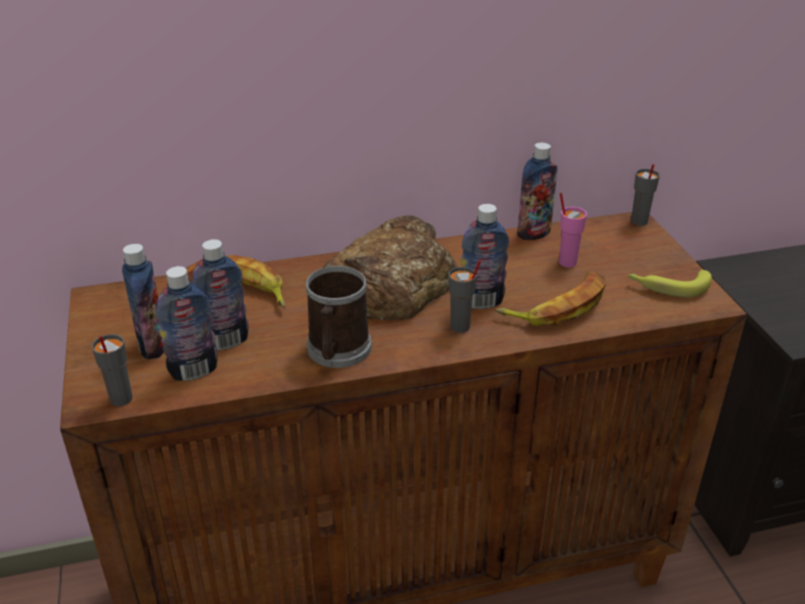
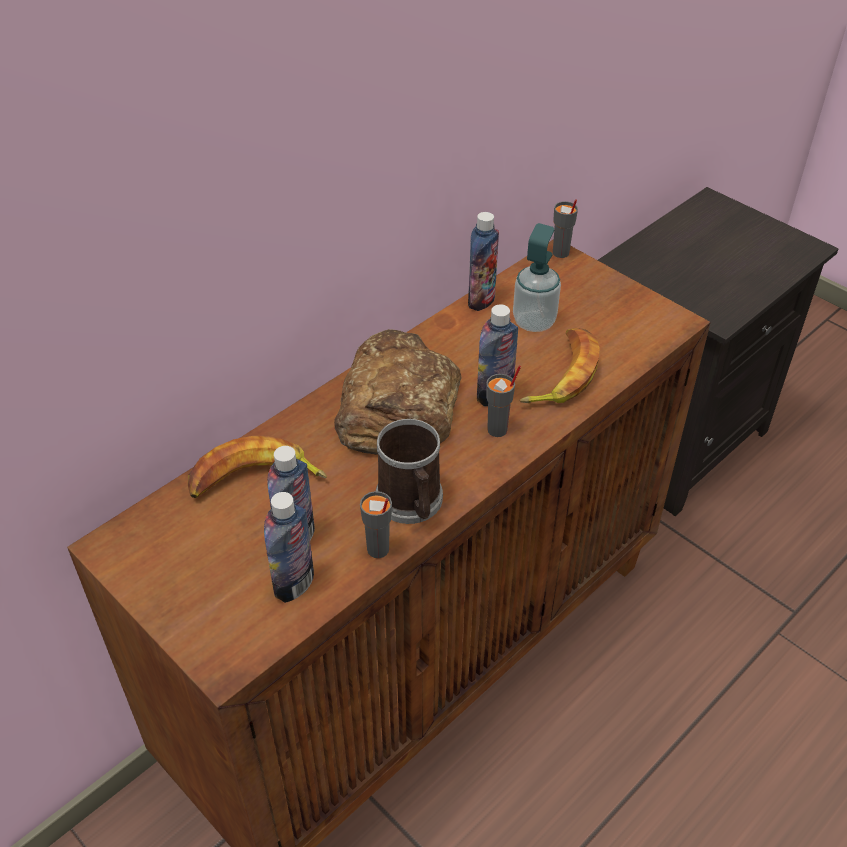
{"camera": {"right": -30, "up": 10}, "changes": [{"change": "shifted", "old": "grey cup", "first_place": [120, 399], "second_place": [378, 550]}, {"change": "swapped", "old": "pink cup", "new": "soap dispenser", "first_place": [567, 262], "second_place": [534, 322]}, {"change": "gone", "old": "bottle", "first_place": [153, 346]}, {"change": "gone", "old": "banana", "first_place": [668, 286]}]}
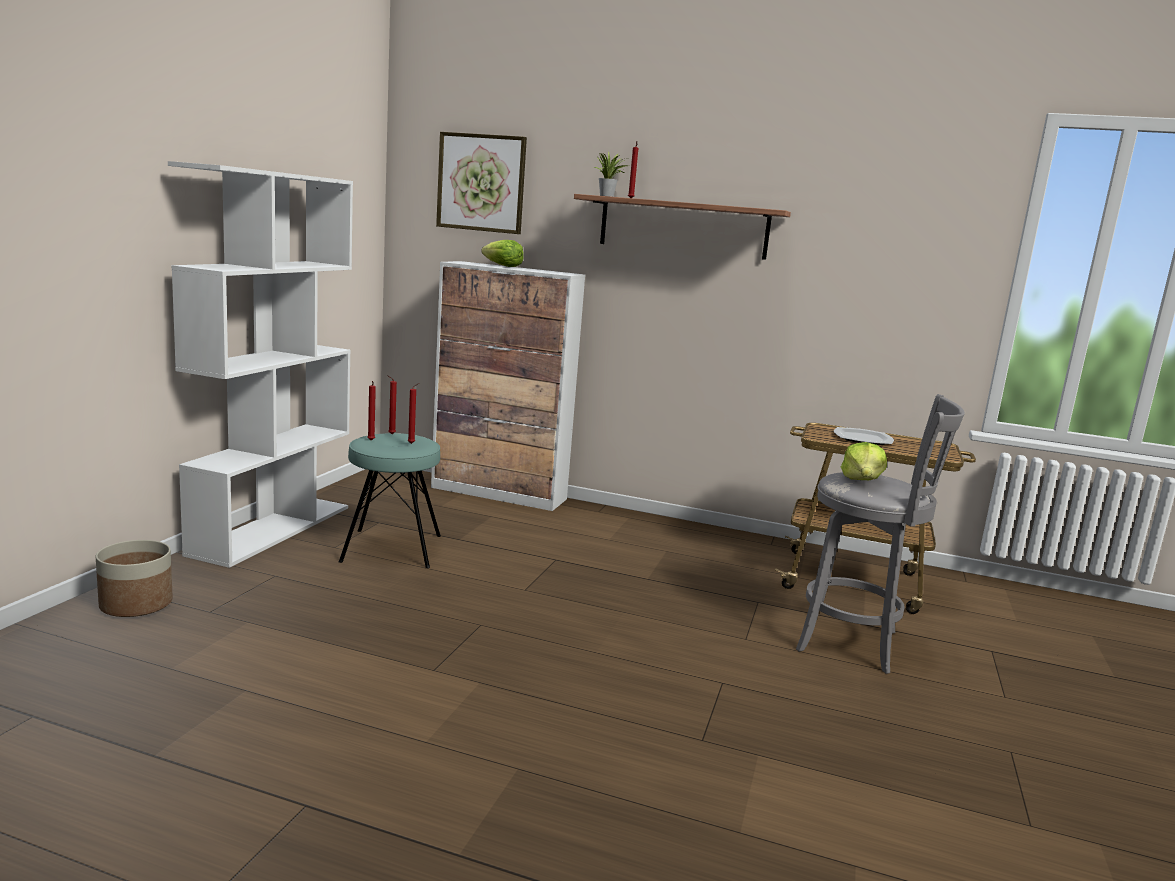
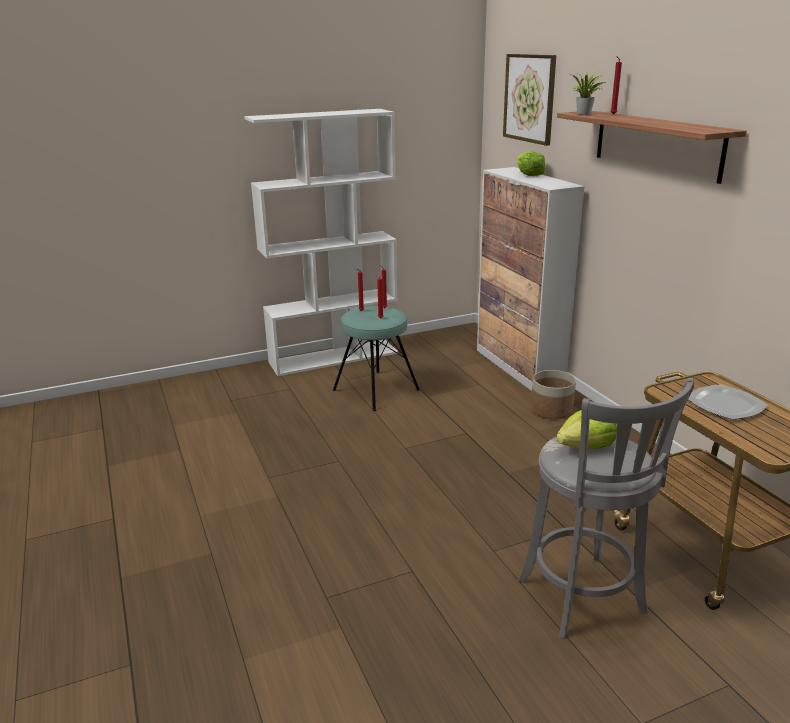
{"camera": {"right": 50, "up": 10}, "changes": [{"change": "shifted", "old": "planter", "first_place": [136, 604], "second_place": [551, 410]}]}
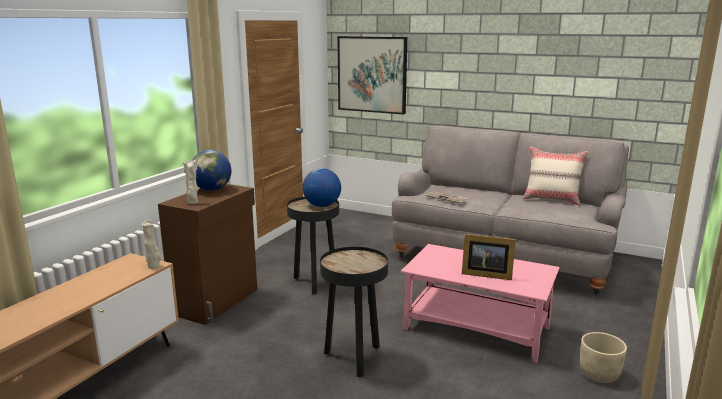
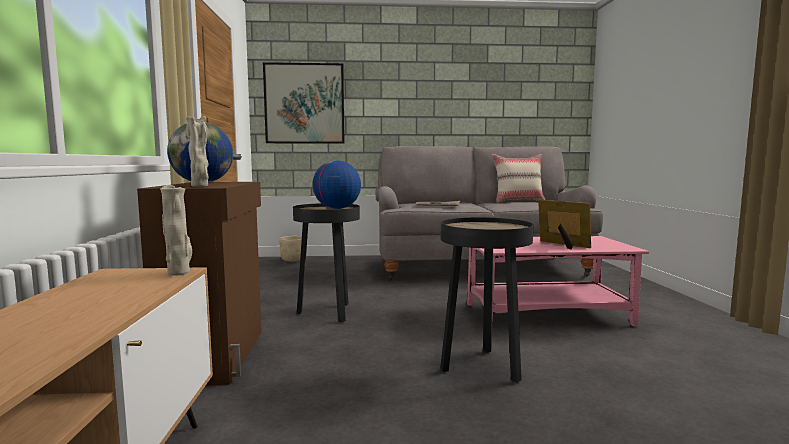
{"camera": {"right": -30, "up": -10}, "changes": [{"change": "shifted", "old": "beige planter", "first_place": [599, 374], "second_place": [293, 260]}, {"change": "rotated", "old": "picture frame", "first_place": [485, 274], "second_place": [563, 245], "degrees": -120}]}
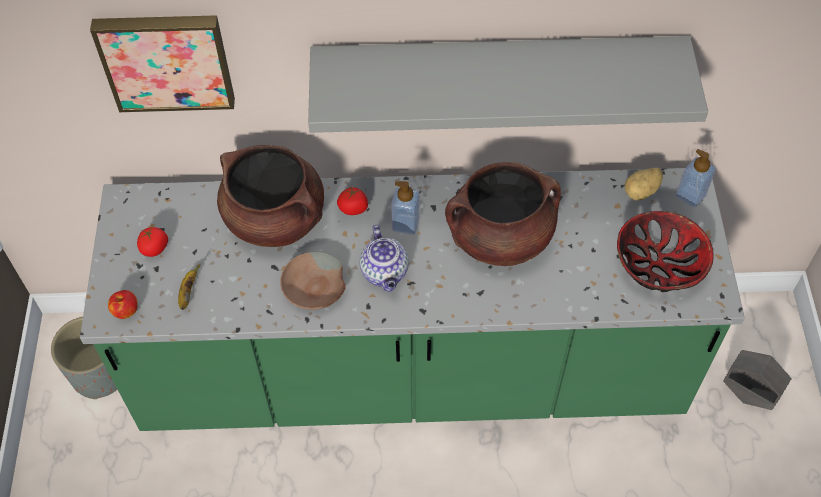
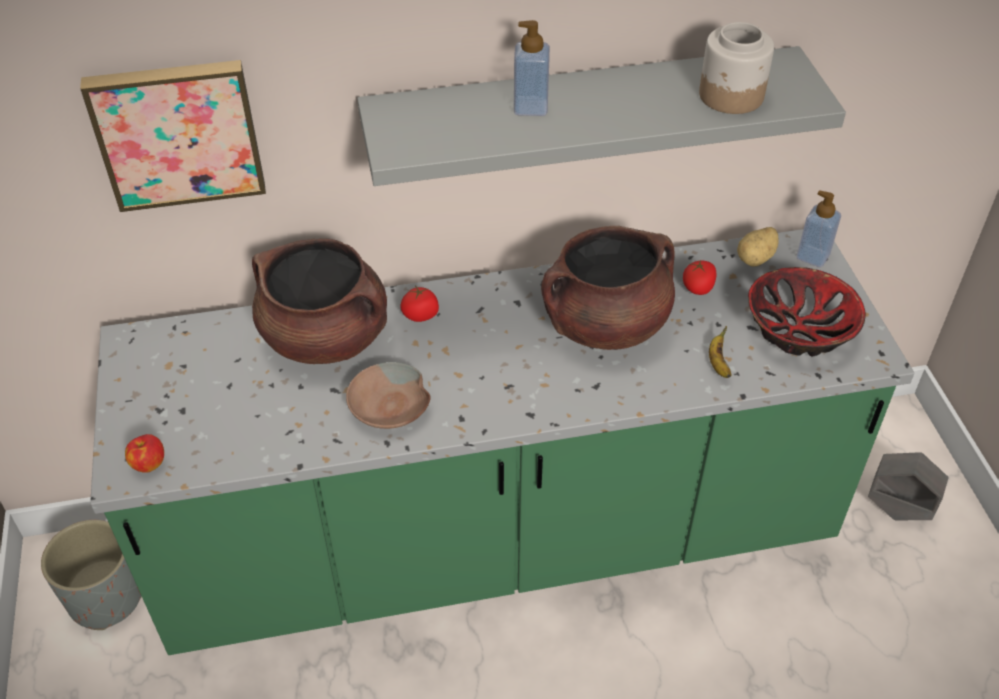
{"camera": {"right": -10, "up": -10}, "changes": [{"change": "shifted", "old": "soap dispenser", "first_place": [405, 224], "second_place": [530, 107]}, {"change": "shifted", "old": "tomato", "first_place": [155, 248], "second_place": [698, 288]}, {"change": "new", "new": "jar", "second_place": [731, 96]}, {"change": "shifted", "old": "banana", "first_place": [188, 293], "second_place": [718, 363]}, {"change": "gone", "old": "teapot", "first_place": [385, 273]}]}
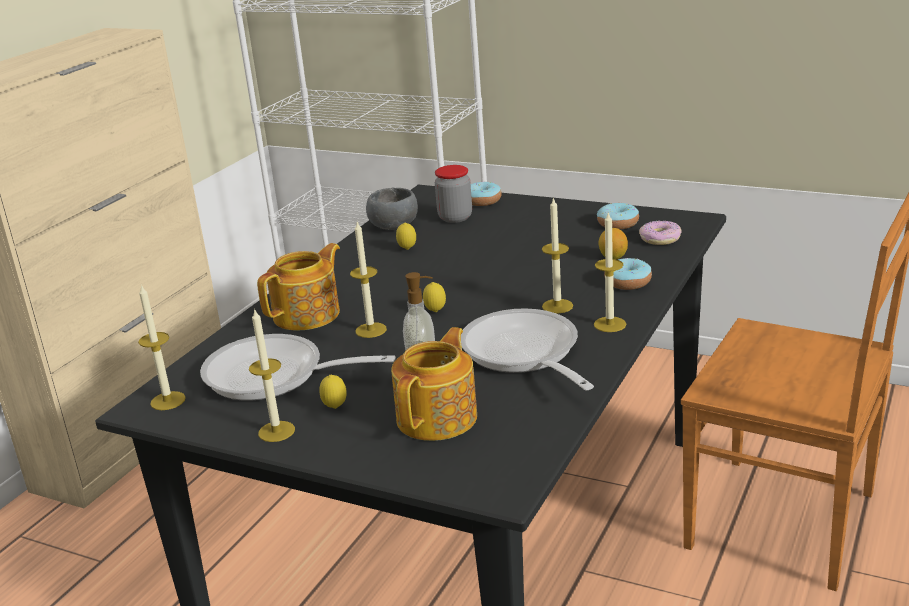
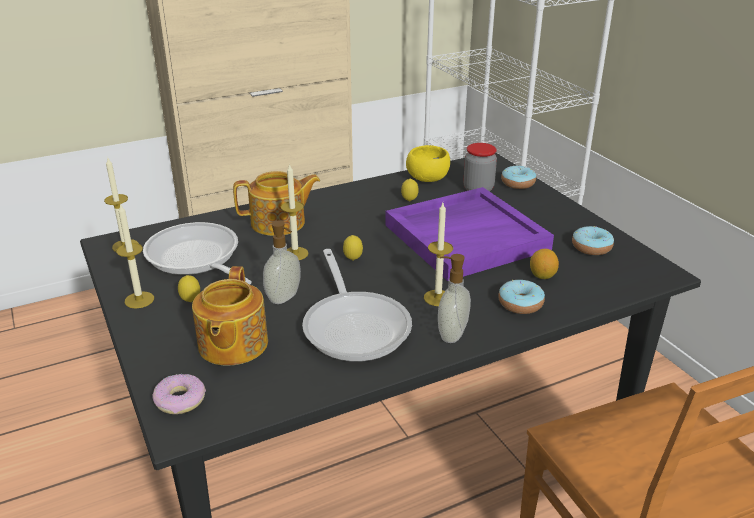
{"camera": {"right": 35, "up": 5}, "changes": [{"change": "shifted", "old": "donut", "first_place": [660, 239], "second_place": [180, 400]}, {"change": "rotated", "old": "teapot", "first_place": [439, 417], "second_place": [231, 345], "degrees": 120}, {"change": "rotated", "old": "frying pan", "first_place": [524, 354], "second_place": [355, 326], "degrees": 150}, {"change": "new", "new": "purple tray", "second_place": [466, 236]}, {"change": "repainted", "old": "grey bowl", "new": "yellow bowl", "first_place": [395, 226], "second_place": [428, 179]}, {"change": "swapped", "old": "candle", "new": "soap dispenser", "first_place": [610, 324], "second_place": [451, 334]}]}
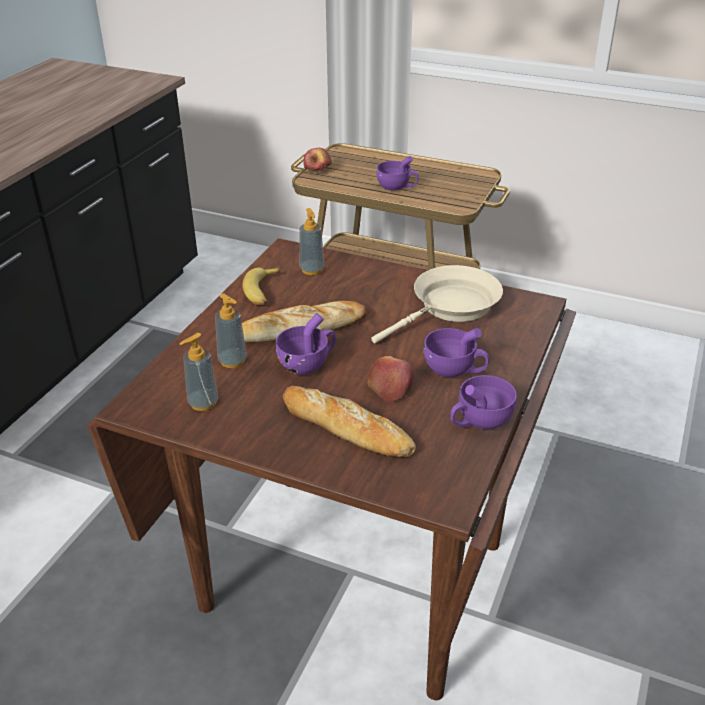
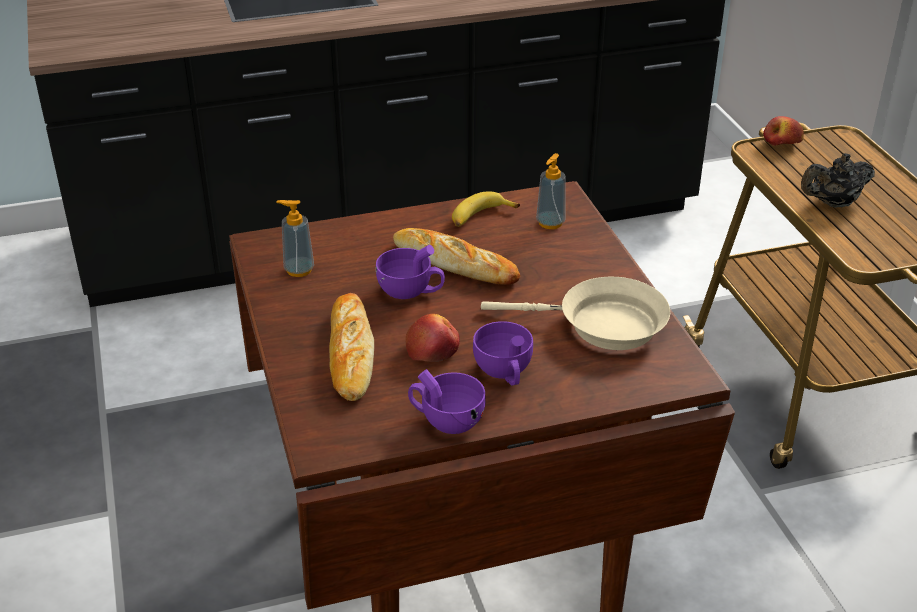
{"camera": {"right": 50, "up": 0}, "changes": [{"change": "swapped", "old": "purple cup", "new": "black teapot", "first_place": [397, 187], "second_place": [833, 203]}, {"change": "gone", "old": "soap dispenser", "first_place": [232, 361]}]}
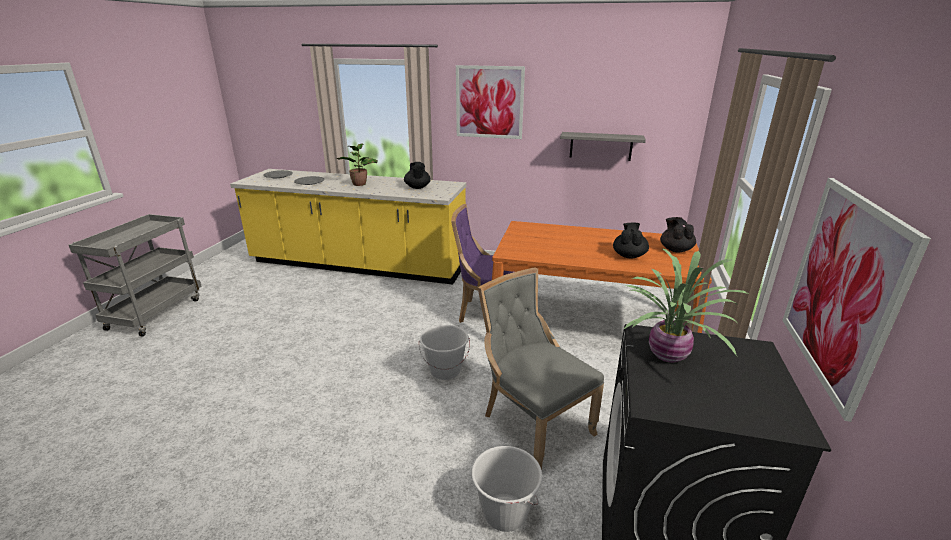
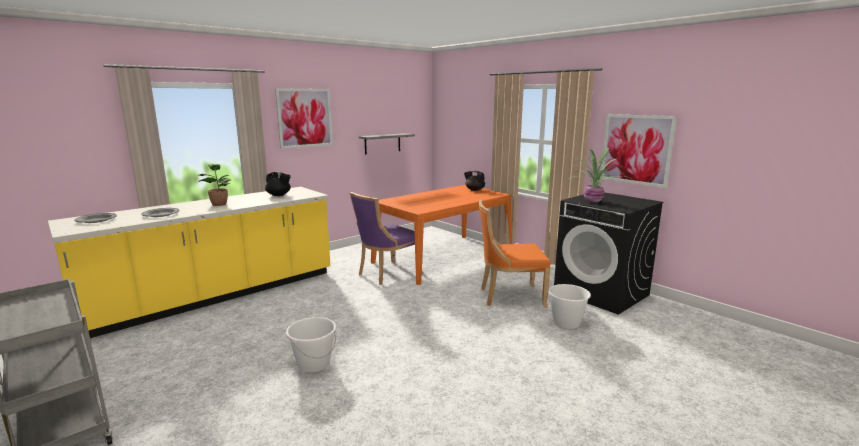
{"camera": {"right": -55, "up": -10}, "changes": [{"change": "shifted", "old": "white bucket", "first_place": [445, 371], "second_place": [313, 364]}, {"change": "repainted", "old": "grey chair", "new": "orange chair", "first_place": [533, 424], "second_place": [509, 296]}, {"change": "gone", "old": "black teapot", "first_place": [629, 255]}]}
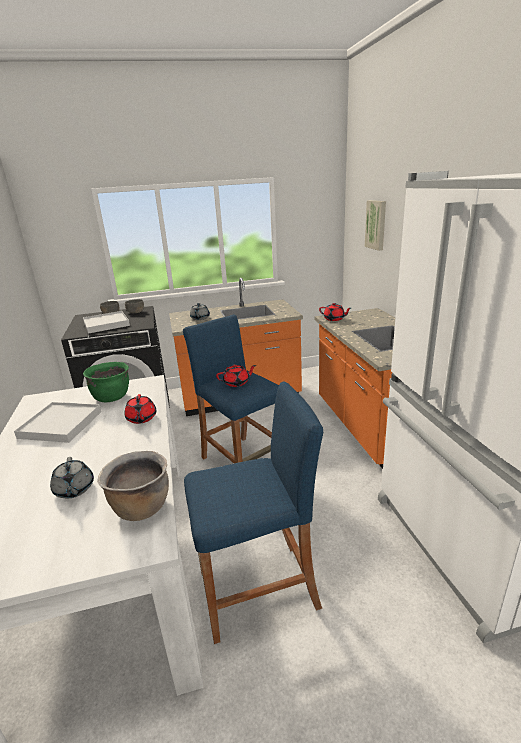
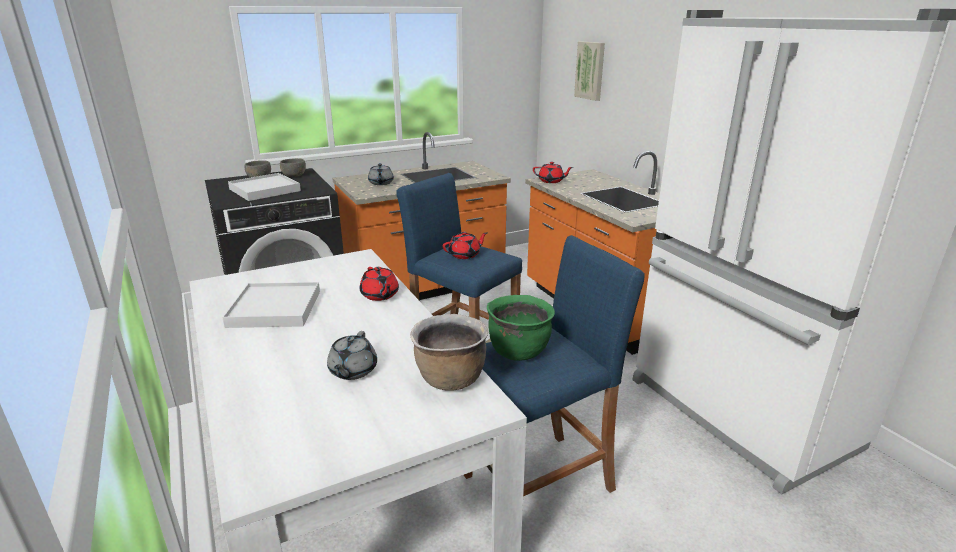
{"camera": {"right": -15, "up": 0}, "changes": [{"change": "rotated", "old": "grey teapot", "first_place": [74, 489], "second_place": [352, 371], "degrees": 45}, {"change": "shifted", "old": "green cooking pot", "first_place": [112, 397], "second_place": [518, 351]}]}
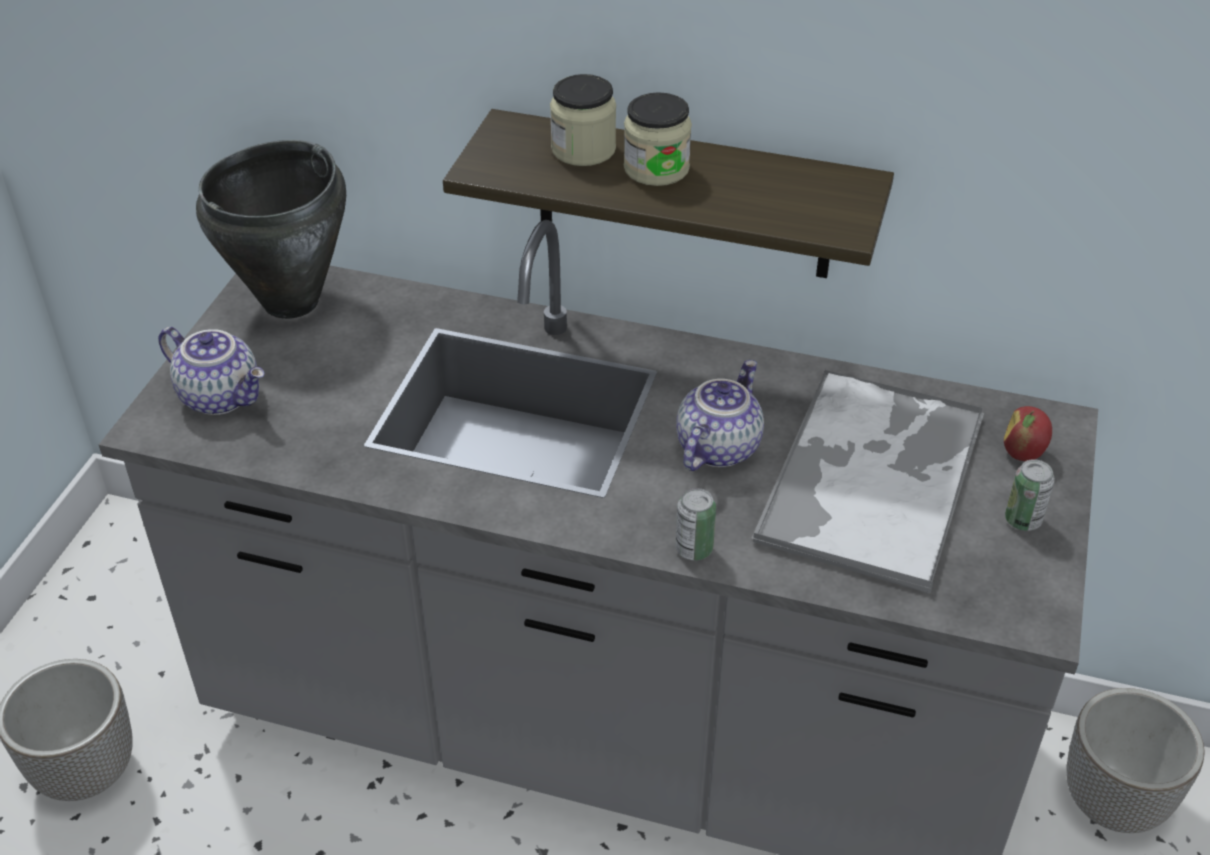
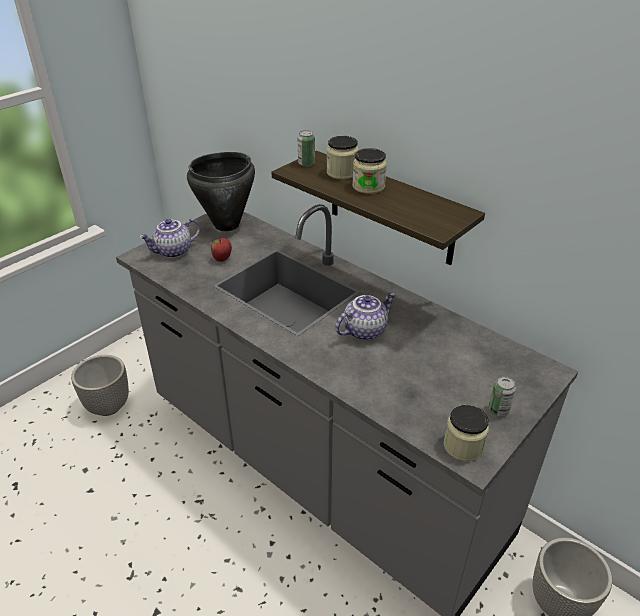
{"camera": {"right": 25, "up": -5}, "changes": [{"change": "rotated", "old": "teapot", "first_place": [222, 396], "second_place": [173, 252], "degrees": 90}, {"change": "shifted", "old": "apple", "first_place": [1023, 453], "second_place": [222, 259]}, {"change": "shifted", "old": "can", "first_place": [694, 549], "second_place": [306, 163]}, {"change": "new", "new": "jar", "second_place": [463, 446]}, {"change": "gone", "old": "tray", "first_place": [872, 476]}]}
